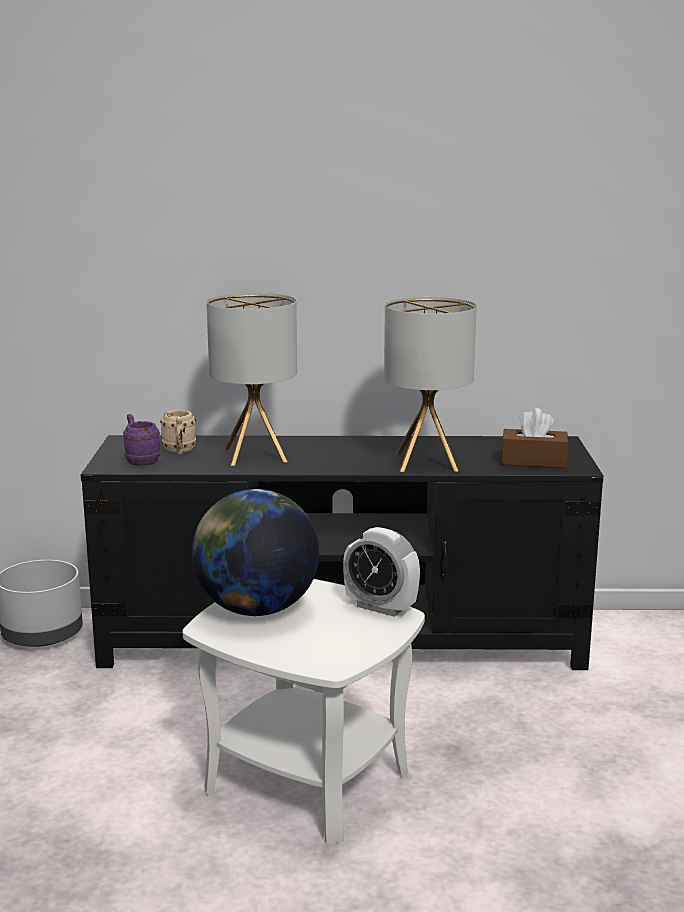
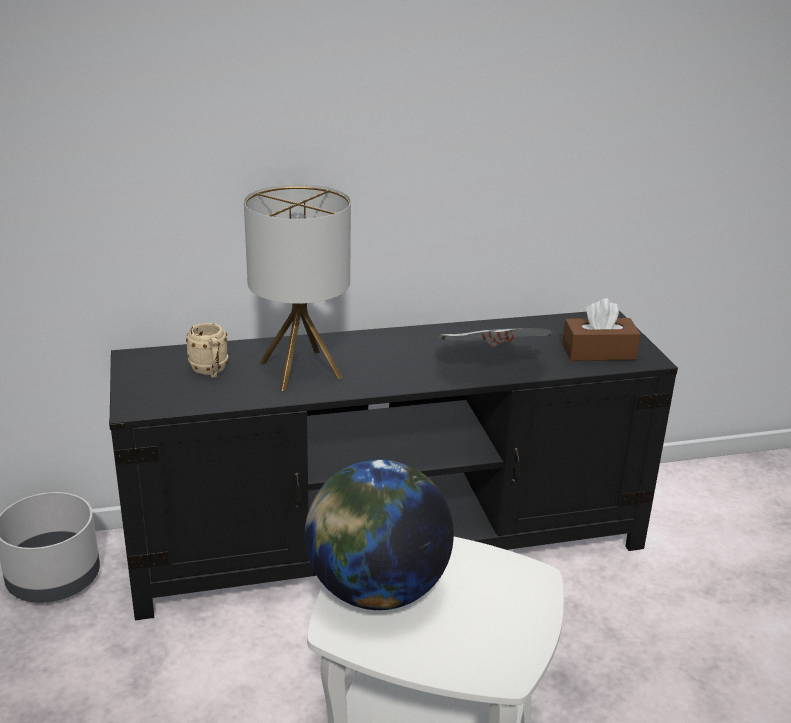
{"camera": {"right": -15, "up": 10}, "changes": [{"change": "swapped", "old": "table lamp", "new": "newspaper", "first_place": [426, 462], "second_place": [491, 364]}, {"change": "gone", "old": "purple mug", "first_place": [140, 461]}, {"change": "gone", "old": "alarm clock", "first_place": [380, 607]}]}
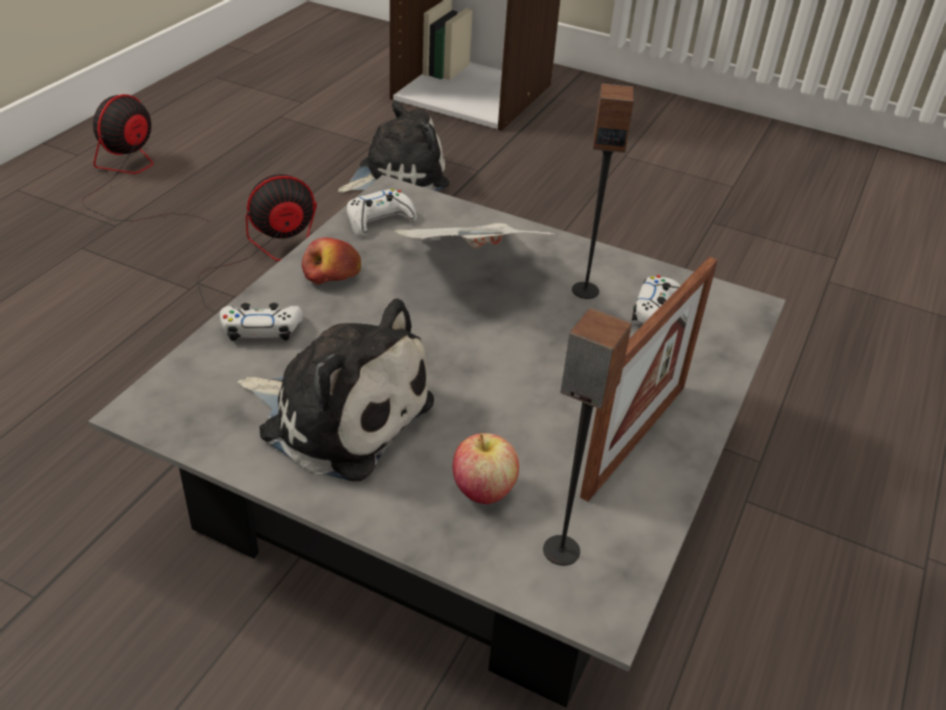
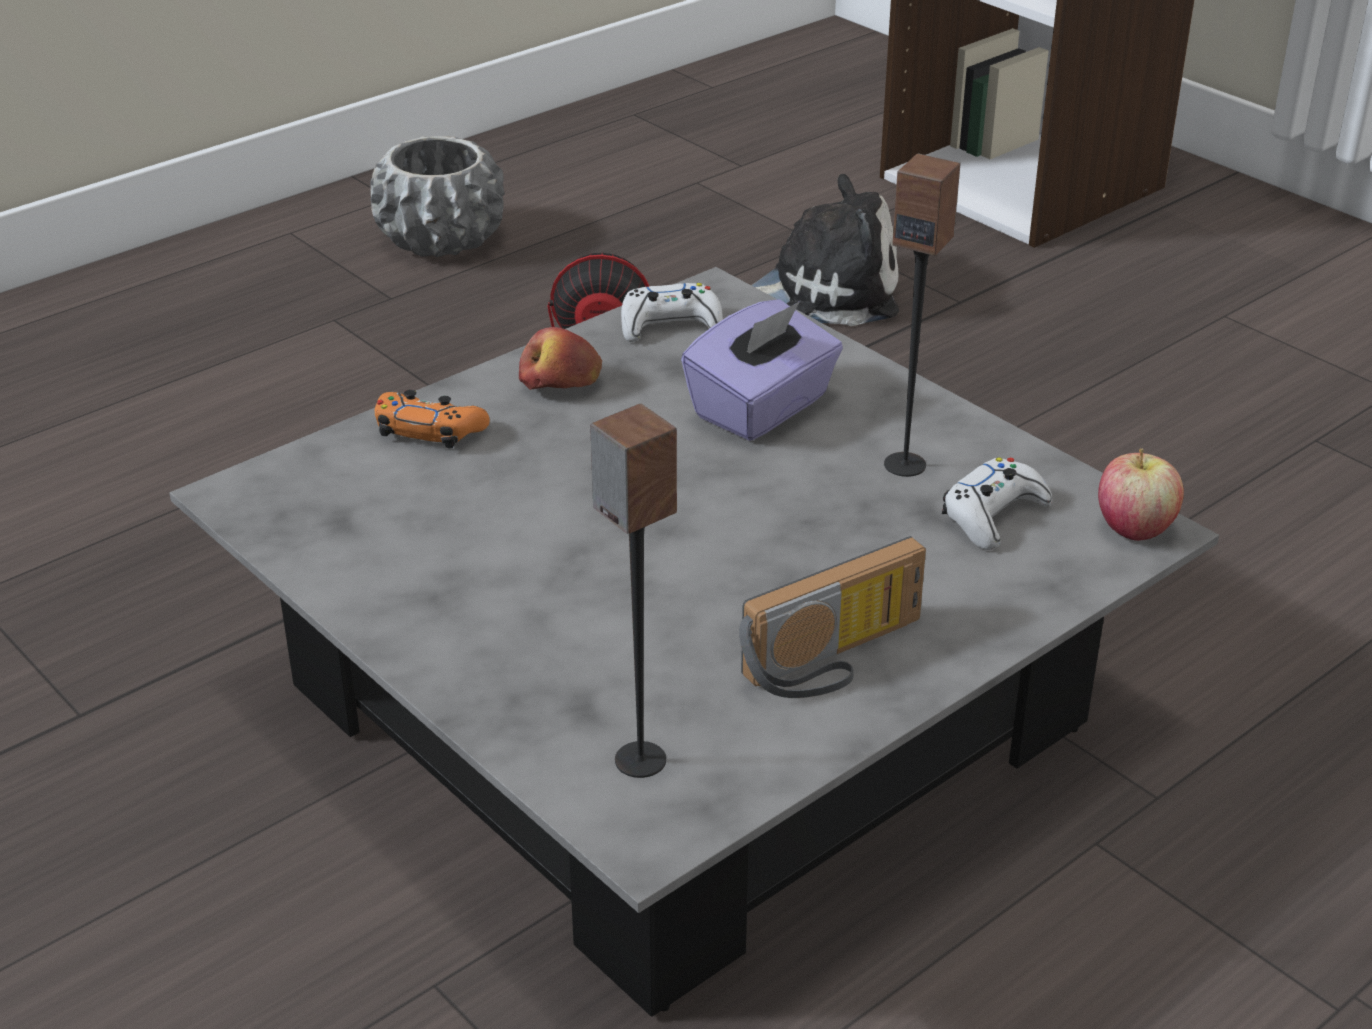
{"camera": {"right": 25, "up": -5}, "changes": [{"change": "swapped", "old": "fan", "new": "grey planter", "first_place": [130, 179], "second_place": [442, 240]}, {"change": "repainted", "old": "white game controller", "new": "orange game controller", "first_place": [261, 329], "second_place": [429, 431]}, {"change": "swapped", "old": "newspaper", "new": "purple tissue box", "first_place": [474, 268], "second_place": [762, 408]}, {"change": "swapped", "old": "picture frame", "new": "radio", "first_place": [635, 439], "second_place": [837, 660]}, {"change": "shifted", "old": "apple", "first_place": [483, 490], "second_place": [1134, 528]}, {"change": "gone", "old": "plush toy", "first_place": [339, 414]}]}
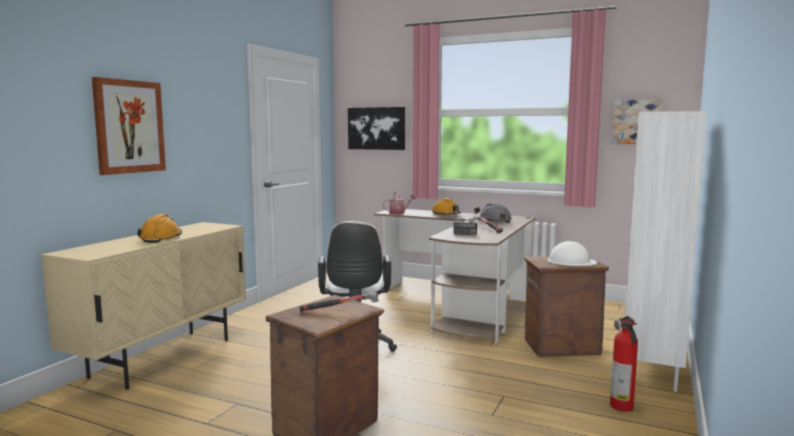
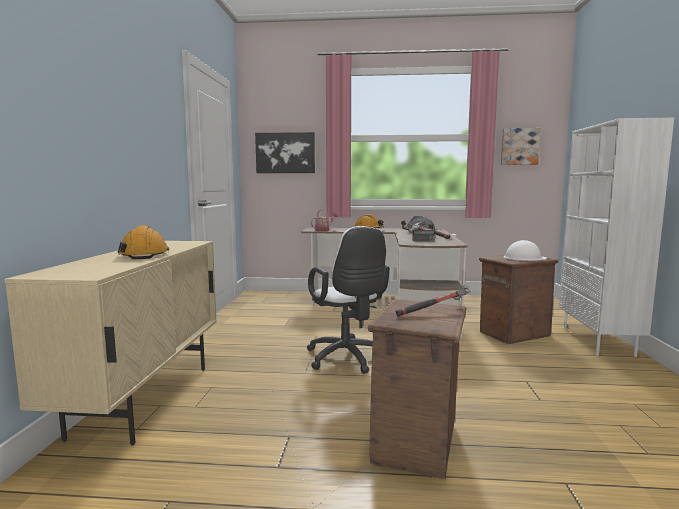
{"camera": {"right": -20, "up": 0}, "changes": [{"change": "gone", "old": "picture", "first_place": [129, 126]}, {"change": "gone", "old": "fire extinguisher", "first_place": [622, 407]}]}
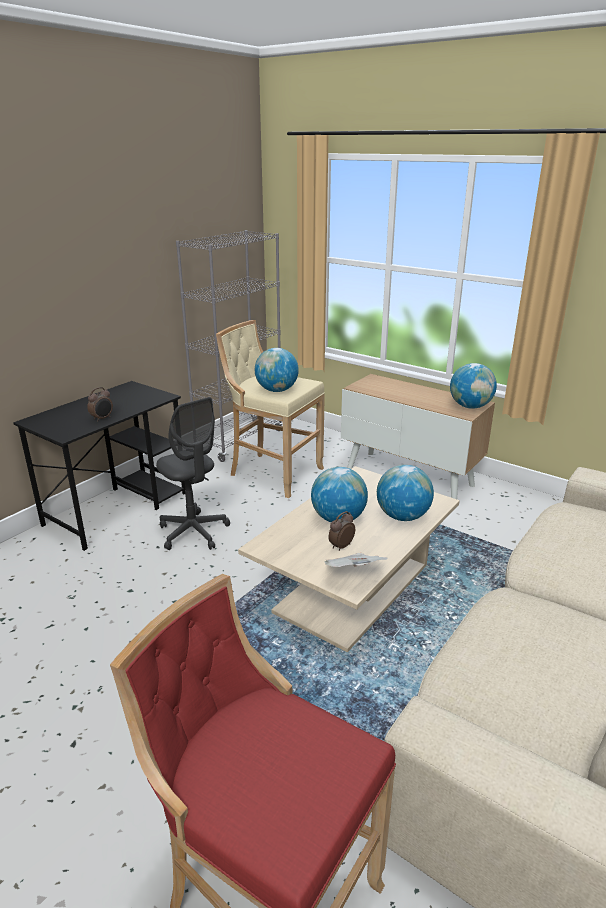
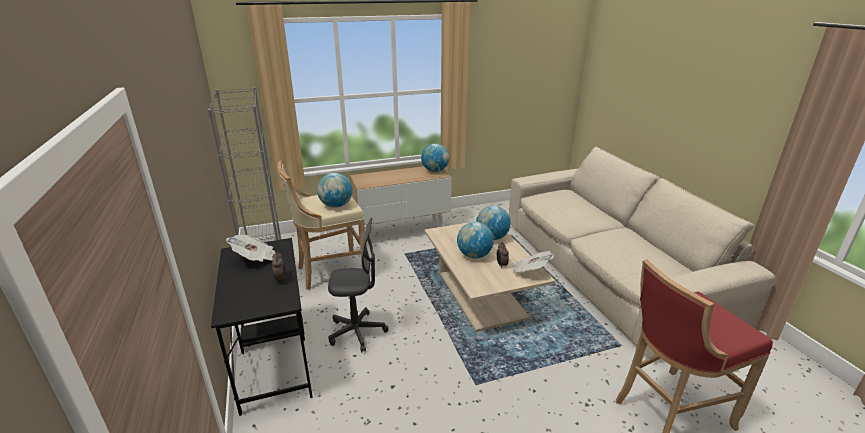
{"camera": {"right": -55, "up": 0}, "changes": [{"change": "new", "new": "newspaper", "second_place": [256, 259]}]}
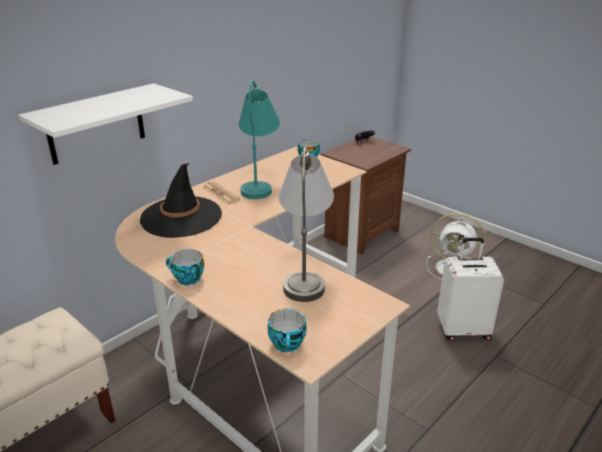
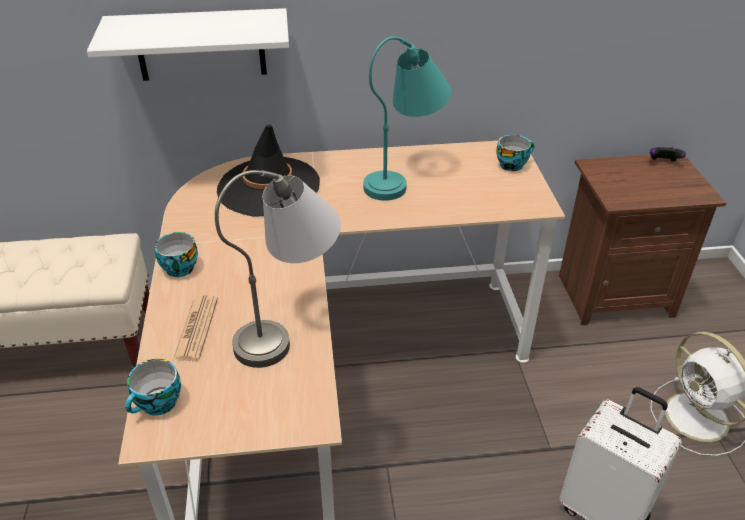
{"camera": {"right": 40, "up": 10}, "changes": [{"change": "shifted", "old": "newspaper", "first_place": [220, 193], "second_place": [196, 328]}]}
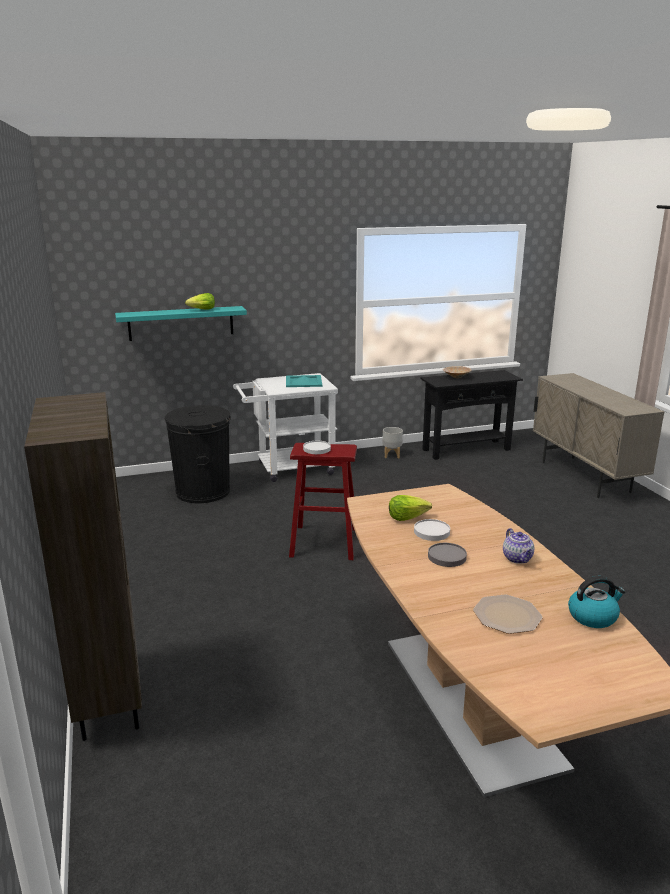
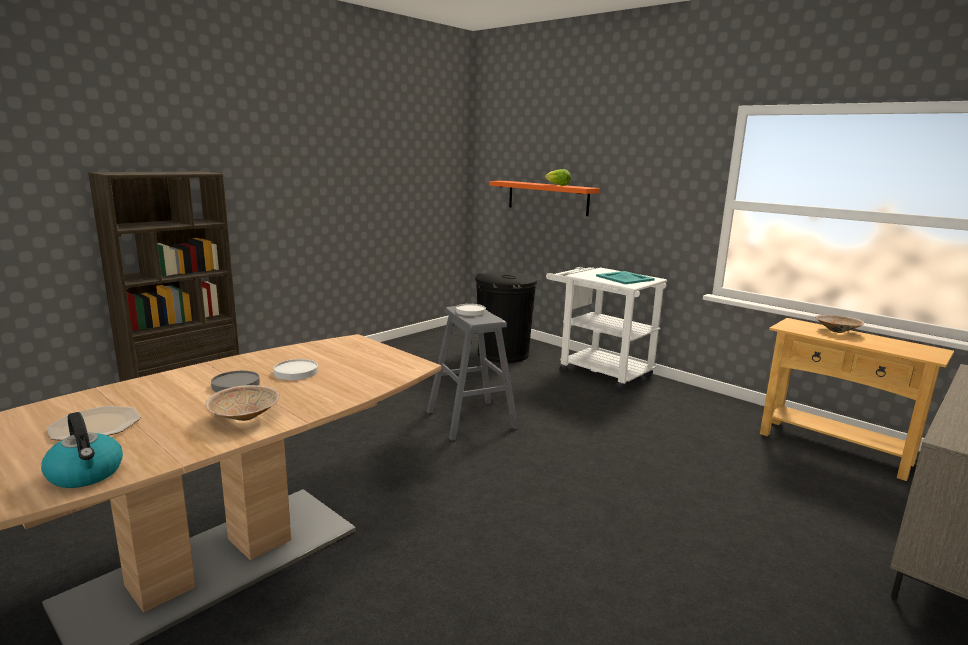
{"camera": {"right": 60, "up": -5}, "changes": [{"change": "swapped", "old": "teapot", "new": "beige bowl", "first_place": [518, 559], "second_place": [244, 418]}, {"change": "repainted", "old": "red stool", "new": "grey stool", "first_place": [324, 542], "second_place": [471, 419]}, {"change": "repainted", "old": "turquoise shelf", "new": "orange shelf", "first_place": [181, 323], "second_place": [547, 197]}, {"change": "repainted", "old": "black console table", "new": "beige console table", "first_place": [466, 449], "second_place": [833, 448]}, {"change": "gone", "old": "grey planter", "first_place": [391, 455]}, {"change": "gone", "old": "lettuce", "first_place": [407, 517]}]}
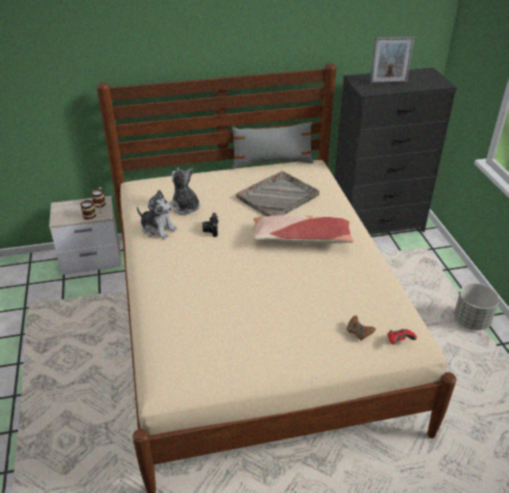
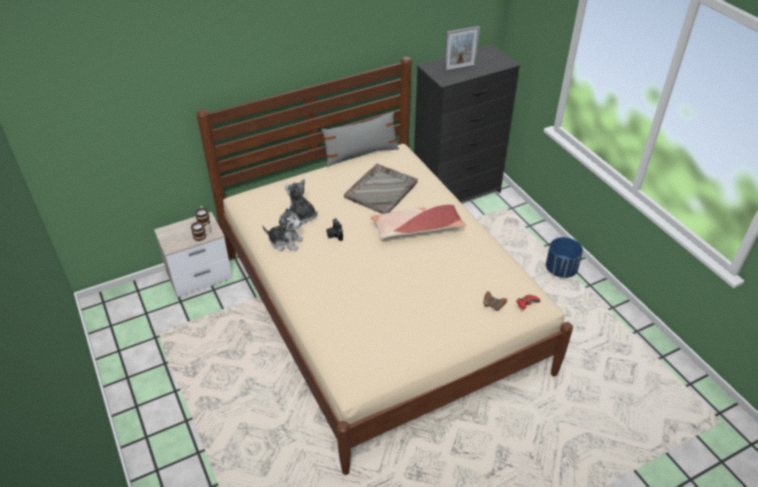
{"camera": {"right": -15, "up": 5}, "changes": [{"change": "repainted", "old": "grey planter", "new": "blue planter", "first_place": [471, 321], "second_place": [561, 270]}]}
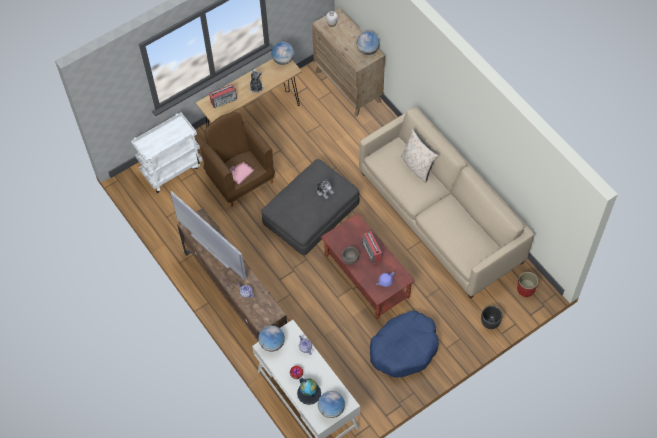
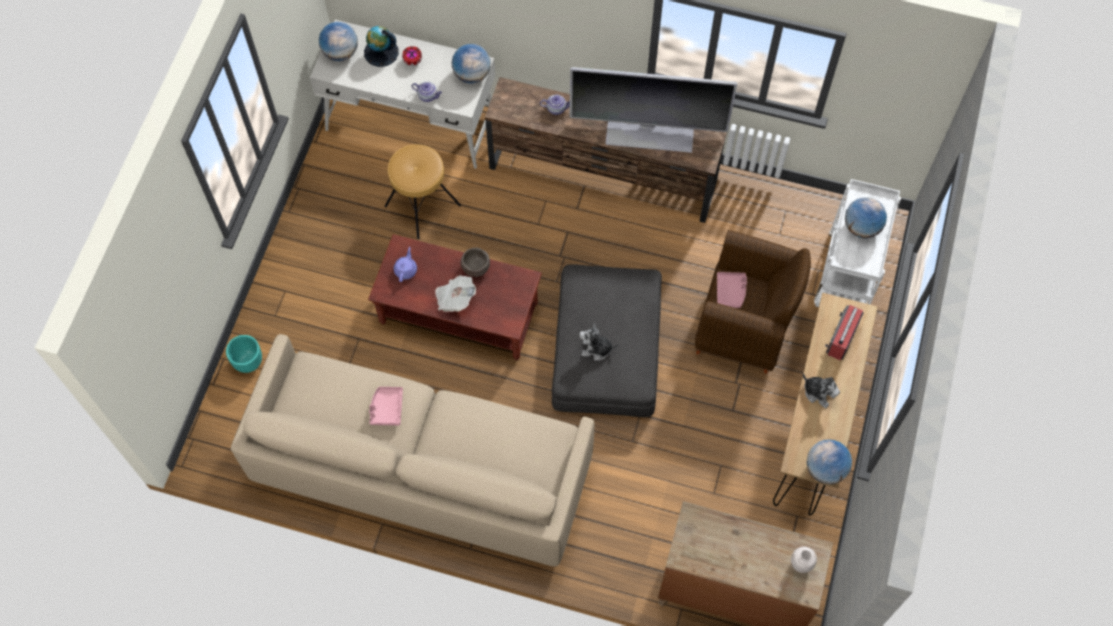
{"camera": {"right": 140, "up": 5}, "changes": [{"change": "repainted", "old": "black planter", "new": "turquoise planter", "first_place": [490, 323], "second_place": [248, 362]}, {"change": "new", "new": "pink tray", "second_place": [386, 408]}, {"change": "new", "new": "brown stool", "second_place": [422, 205]}, {"change": "swapped", "old": "radio", "new": "newspaper", "first_place": [372, 251], "second_place": [455, 298]}, {"change": "shifted", "old": "globe", "first_place": [368, 50], "second_place": [861, 227]}, {"change": "gone", "old": "blue dog bed", "first_place": [404, 348]}, {"change": "gone", "old": "beige pillow", "first_place": [417, 166]}, {"change": "gone", "old": "red planter", "first_place": [525, 289]}]}
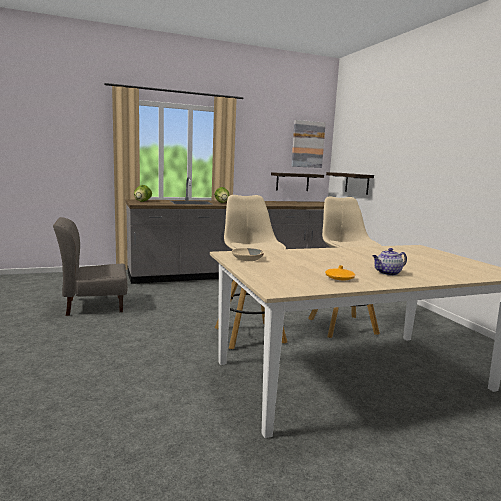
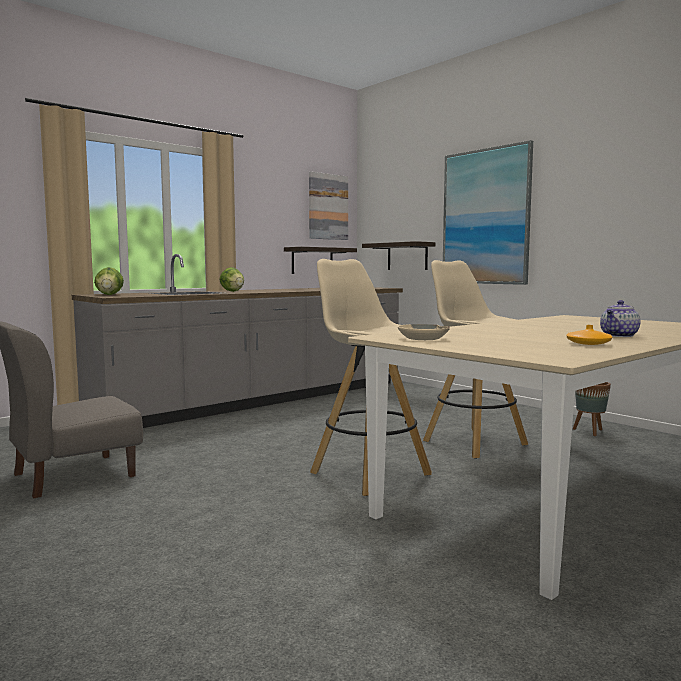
{"camera": {"right": -20, "up": -5}, "changes": [{"change": "new", "new": "picture", "second_place": [485, 217]}, {"change": "new", "new": "brown planter", "second_place": [589, 431]}]}
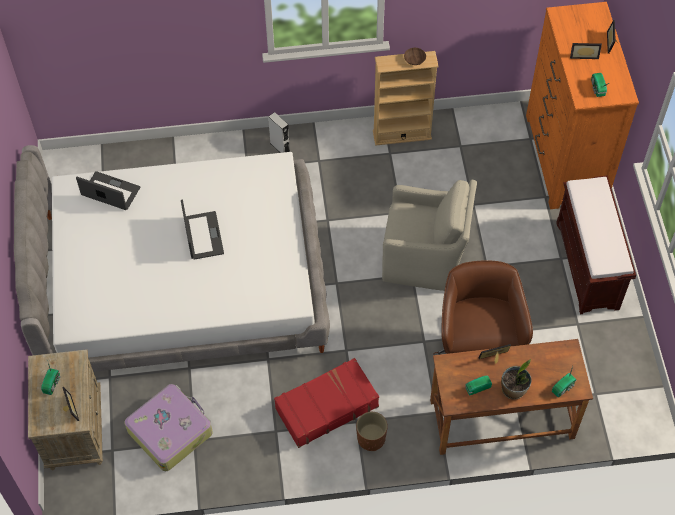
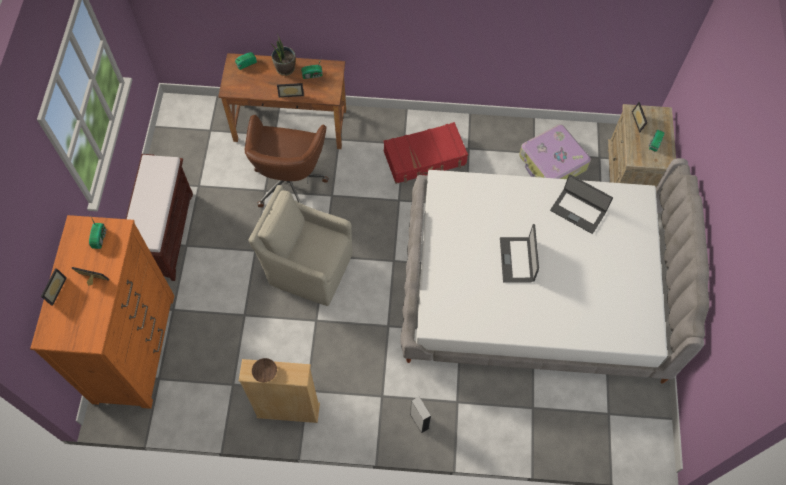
{"camera": {"right": -170, "up": 5}, "changes": [{"change": "shifted", "old": "laptop", "first_place": [110, 192], "second_place": [578, 211]}, {"change": "gone", "old": "brown planter", "first_place": [371, 438]}]}
